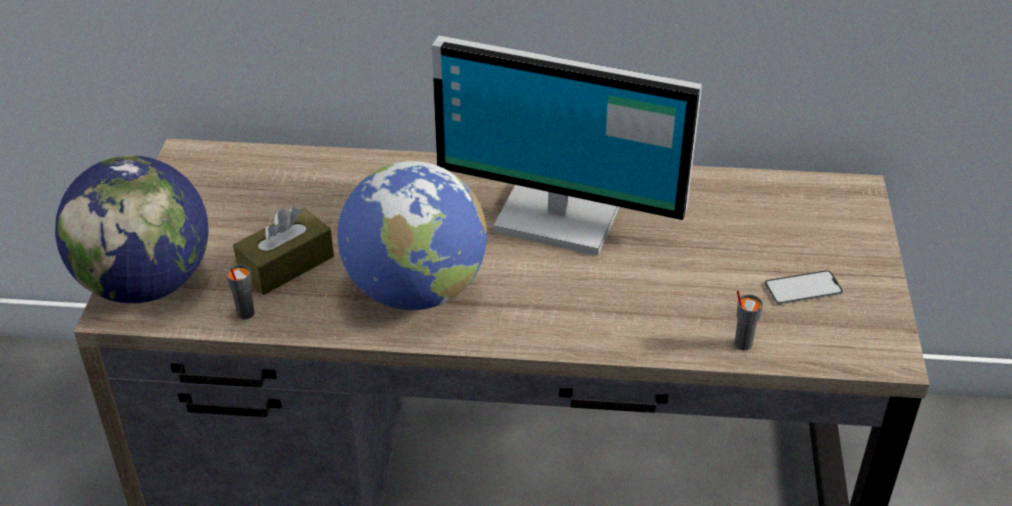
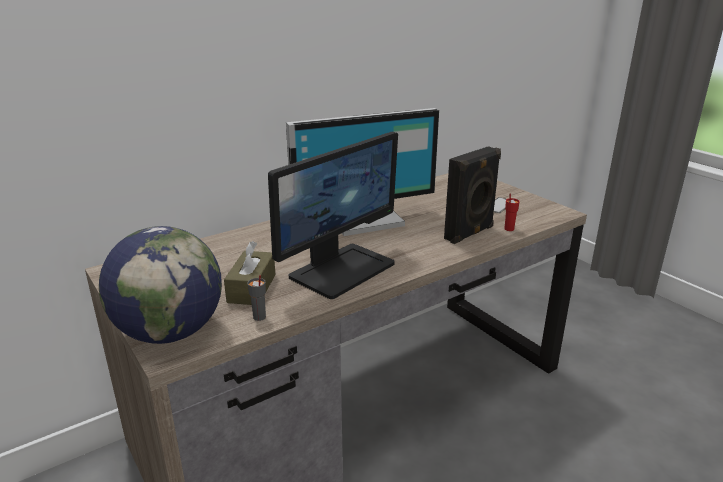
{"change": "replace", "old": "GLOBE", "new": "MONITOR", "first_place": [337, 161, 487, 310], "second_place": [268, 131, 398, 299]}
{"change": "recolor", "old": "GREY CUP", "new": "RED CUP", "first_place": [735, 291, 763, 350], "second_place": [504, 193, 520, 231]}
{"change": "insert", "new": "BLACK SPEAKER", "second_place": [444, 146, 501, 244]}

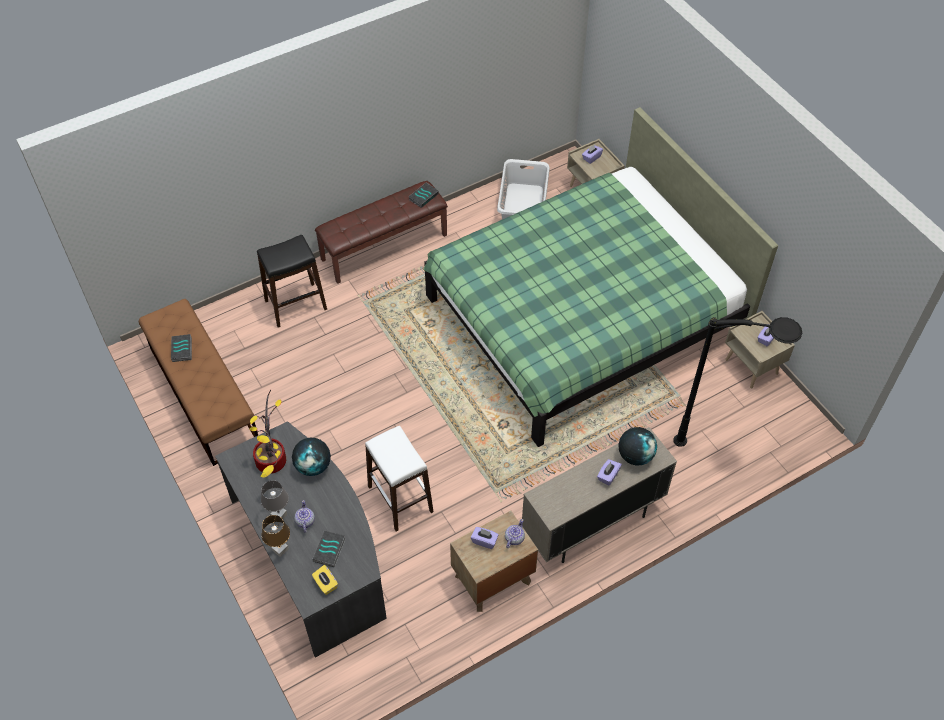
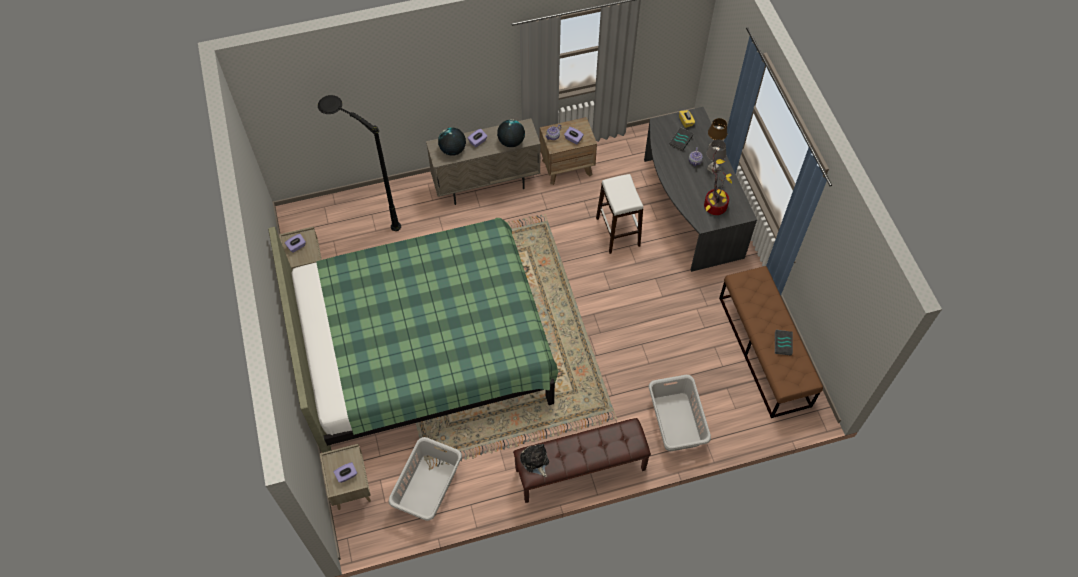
{"change": "replace", "old": "BOOK", "new": "PLUSH TOY", "first_place": [408, 182, 439, 208], "second_place": [520, 444, 549, 477]}
{"change": "replace", "old": "BLACK STOOL", "new": "GREY LAUNDRY BASKET", "first_place": [257, 235, 327, 328], "second_place": [649, 375, 711, 451]}
{"change": "move", "old": "GLOBE", "first_place": [292, 438, 331, 476], "second_place": [497, 119, 525, 147]}

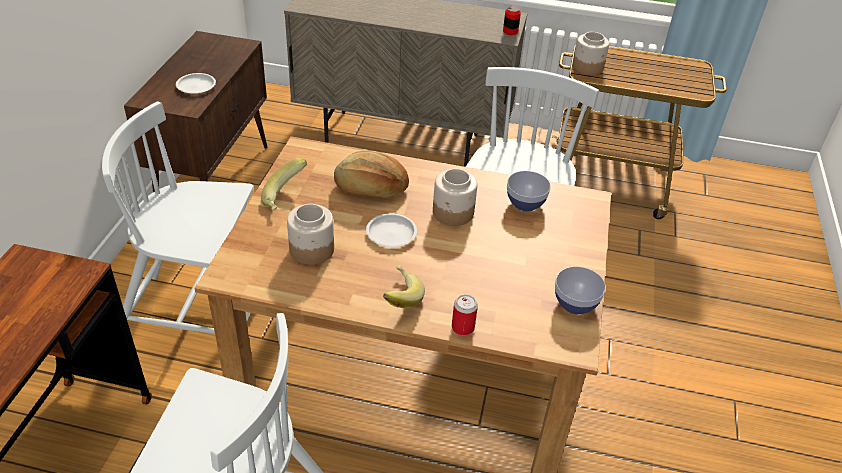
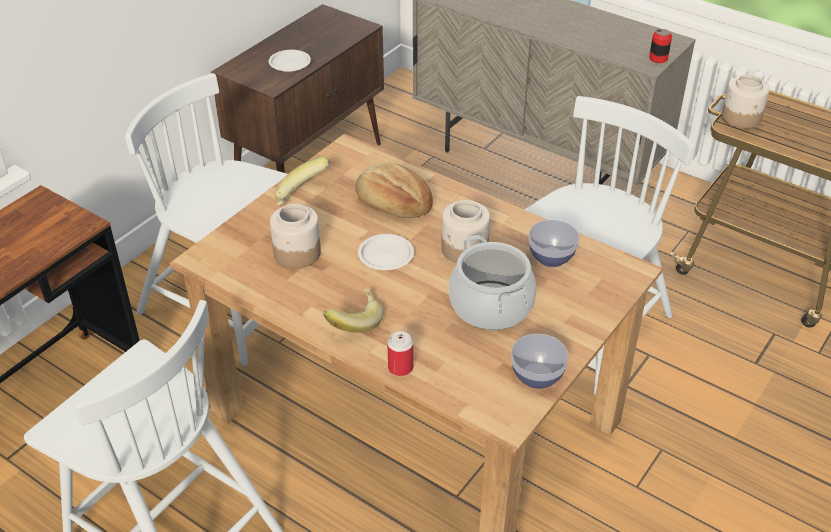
{"change": "insert", "new": "COOKING POT", "second_place": [449, 235, 536, 330]}

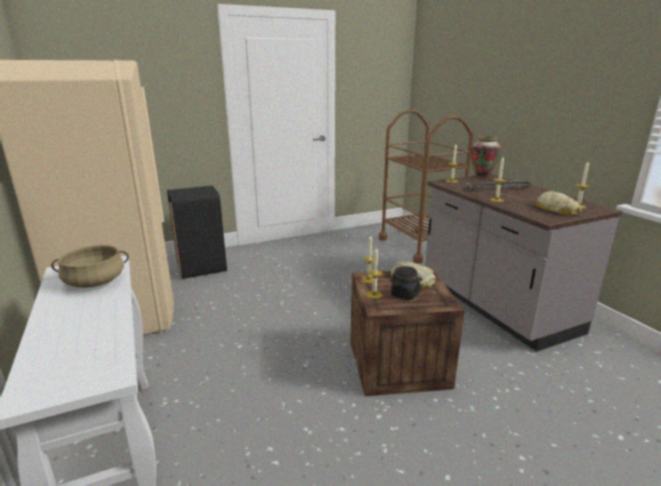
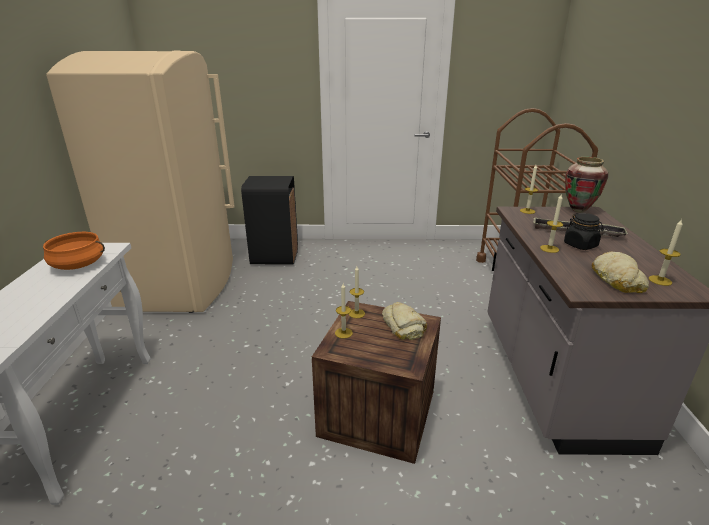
{"change": "recolor", "old": "BEIGE COOKING POT", "new": "ORANGE COOKING POT", "first_place": [51, 245, 129, 288], "second_place": [43, 232, 105, 270]}
{"change": "move", "old": "BLACK JAR", "first_place": [391, 266, 422, 300], "second_place": [564, 213, 604, 250]}

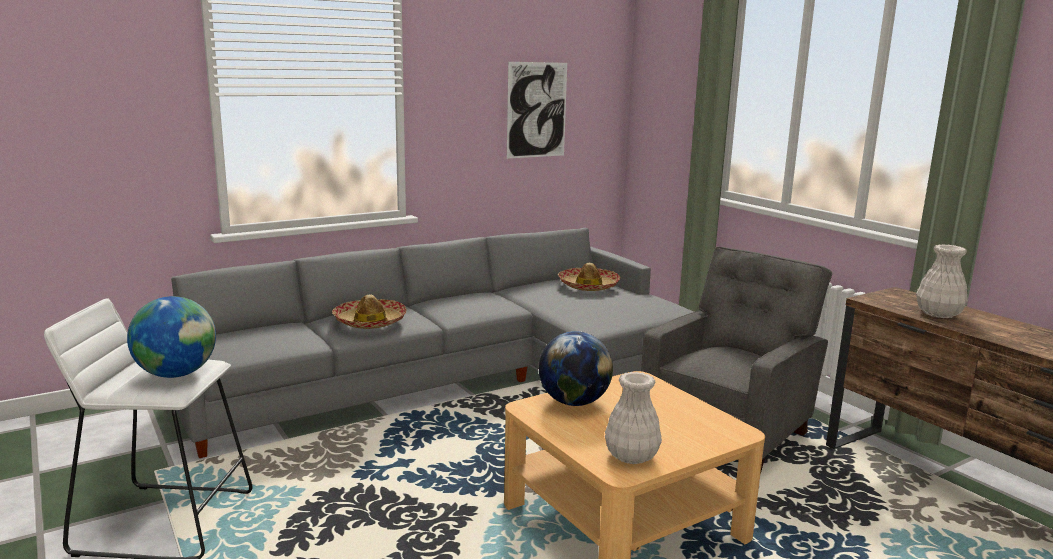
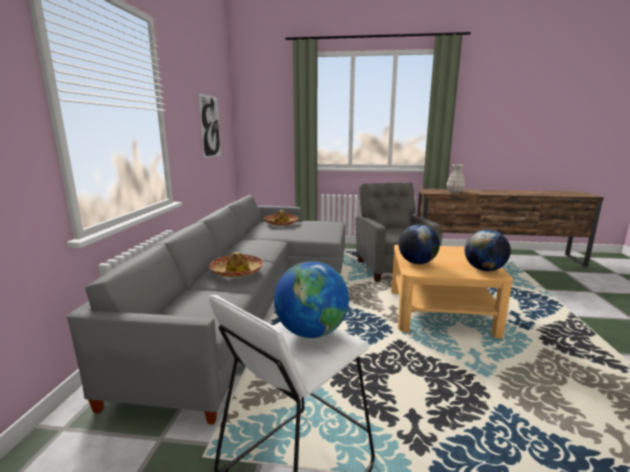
{"change": "replace", "old": "WHITE VASE", "new": "GLOBE", "first_place": [605, 372, 662, 464], "second_place": [465, 229, 511, 271]}

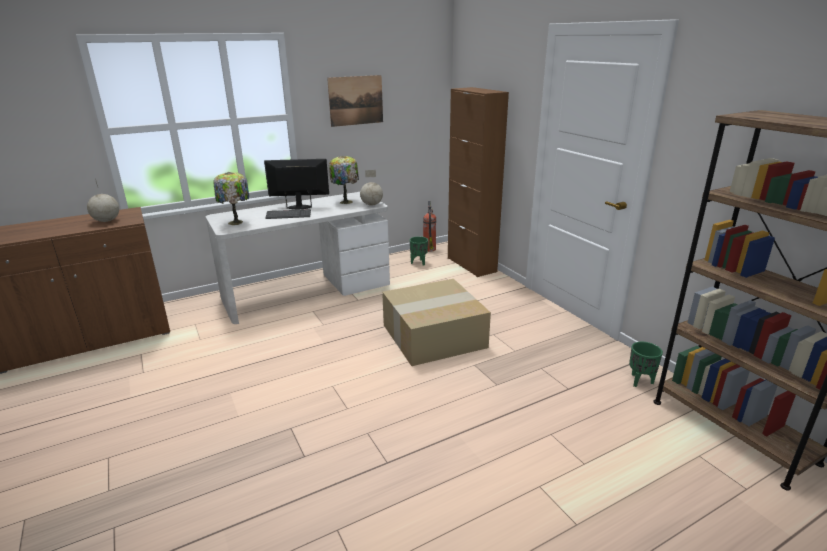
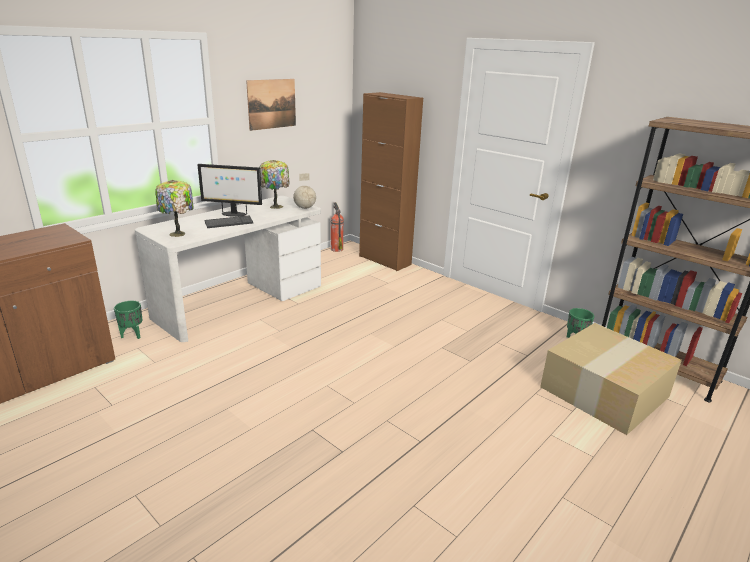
{"change": "rotate", "old": "MONITOR", "first_place": [264, 159, 329, 210], "second_place": [198, 164, 262, 217], "degrees": -150}
{"change": "delete", "old": "GLOBE", "first_place": [87, 179, 119, 222]}
{"change": "move", "old": "GREEN PLANTER", "first_place": [410, 236, 428, 266], "second_place": [114, 301, 142, 339]}
{"change": "move", "old": "CARDBOARD BOX", "first_place": [382, 279, 491, 366], "second_place": [540, 323, 682, 435]}

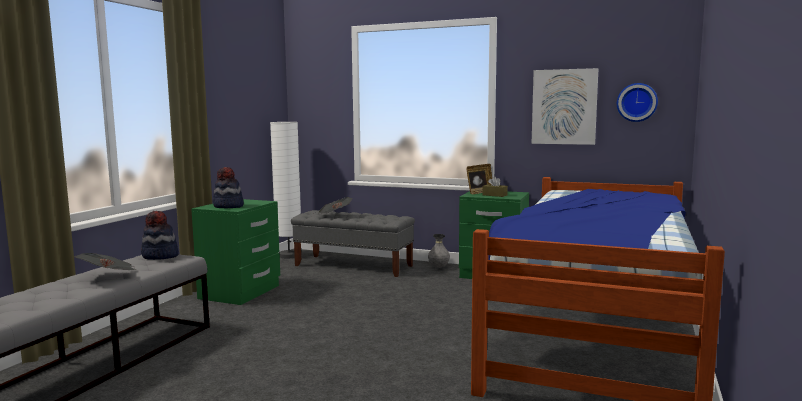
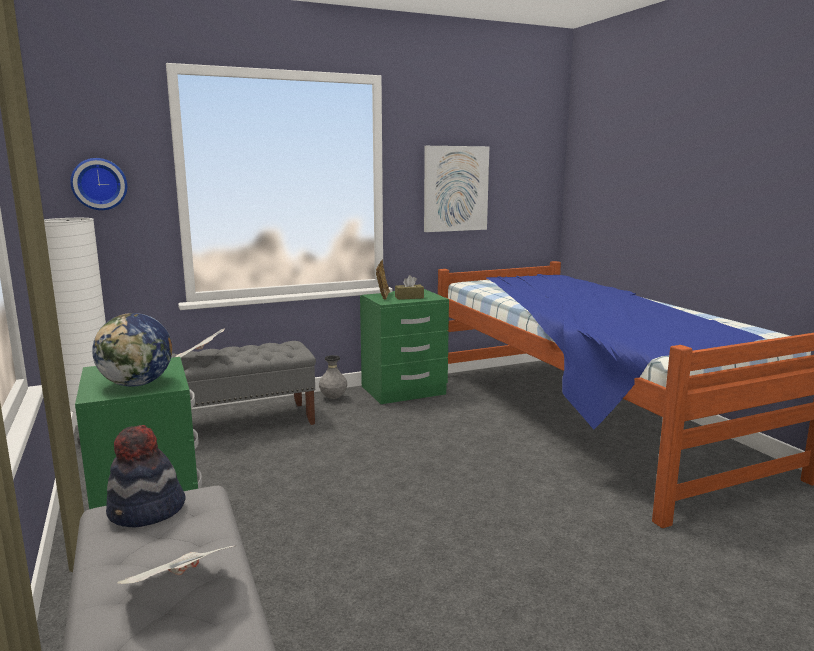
{"change": "move", "old": "WALL CLOCK", "first_place": [617, 83, 658, 122], "second_place": [70, 158, 127, 210]}
{"change": "replace", "old": "HAT", "new": "GLOBE", "first_place": [213, 167, 244, 208], "second_place": [92, 313, 172, 387]}

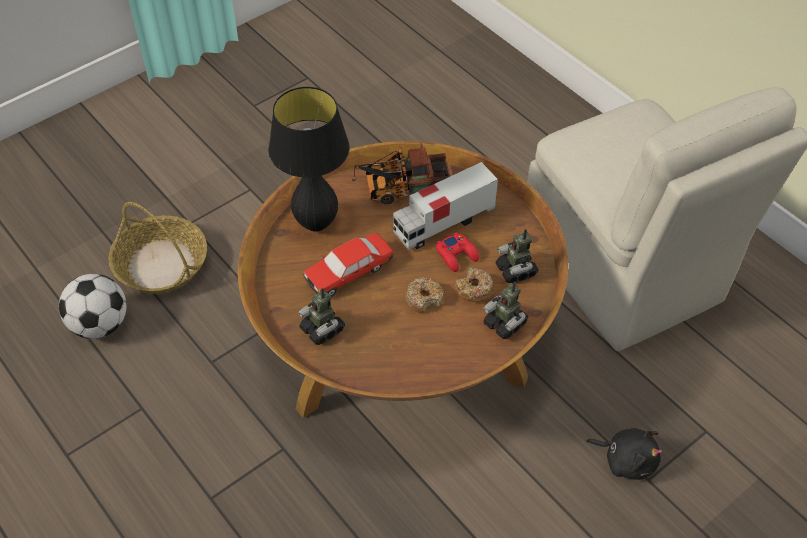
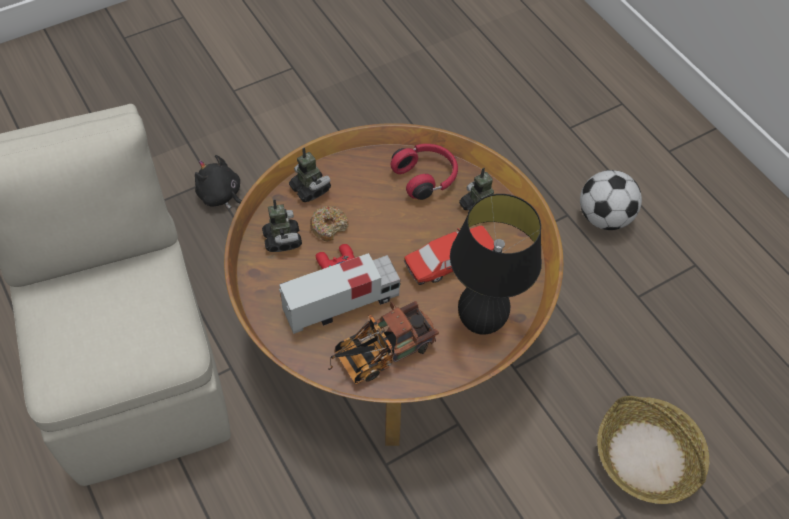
{"change": "rotate", "old": "TOY TRUCK", "first_place": [352, 143, 453, 204], "second_place": [328, 301, 439, 385], "degrees": 150}
{"change": "move", "old": "FOOTBALL", "first_place": [59, 274, 126, 339], "second_place": [580, 170, 642, 230]}
{"change": "delete", "old": "DONUT", "first_place": [405, 277, 444, 313]}
{"change": "insert", "new": "RED HEADPHONES", "second_place": [391, 144, 458, 200]}

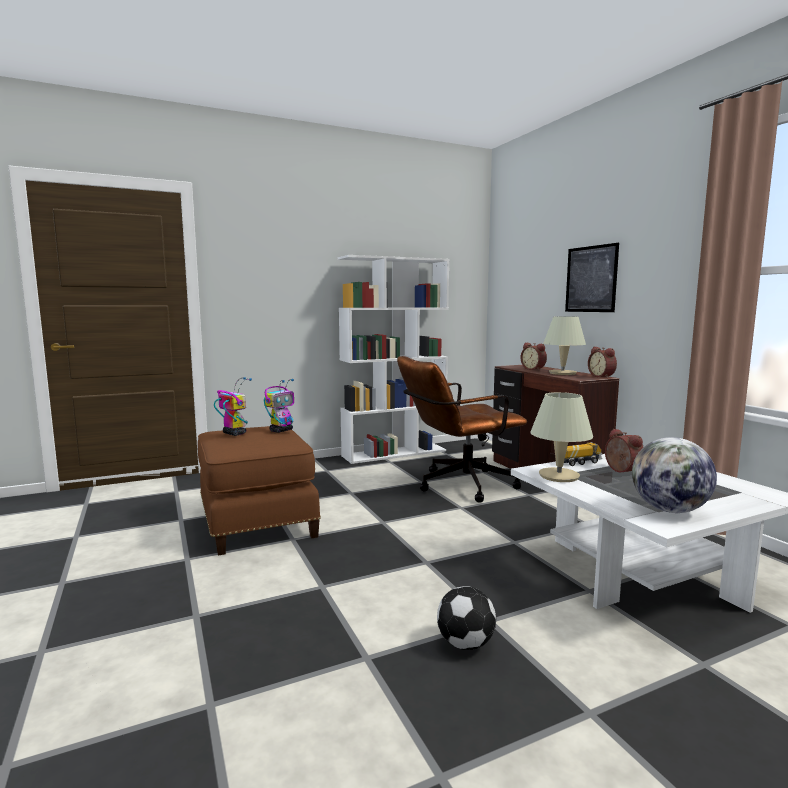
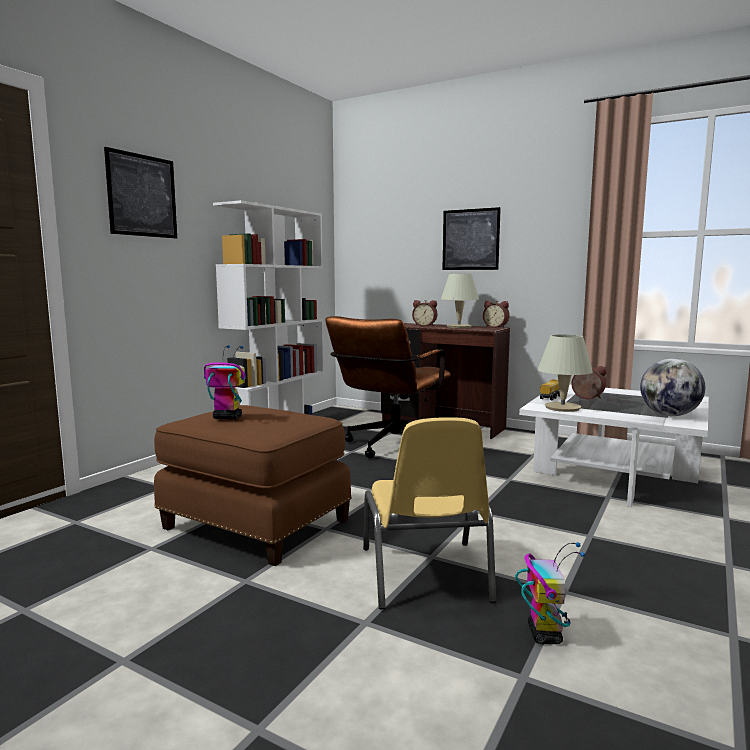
{"change": "move", "old": "TOY ROBOT", "first_place": [264, 379, 294, 433], "second_place": [515, 542, 585, 644]}
{"change": "delete", "old": "FOOTBALL", "first_place": [437, 586, 496, 650]}
{"change": "insert", "new": "PICTURE", "second_place": [104, 147, 177, 238]}
{"change": "insert", "new": "YELLOW CHAIR", "second_place": [363, 417, 496, 610]}

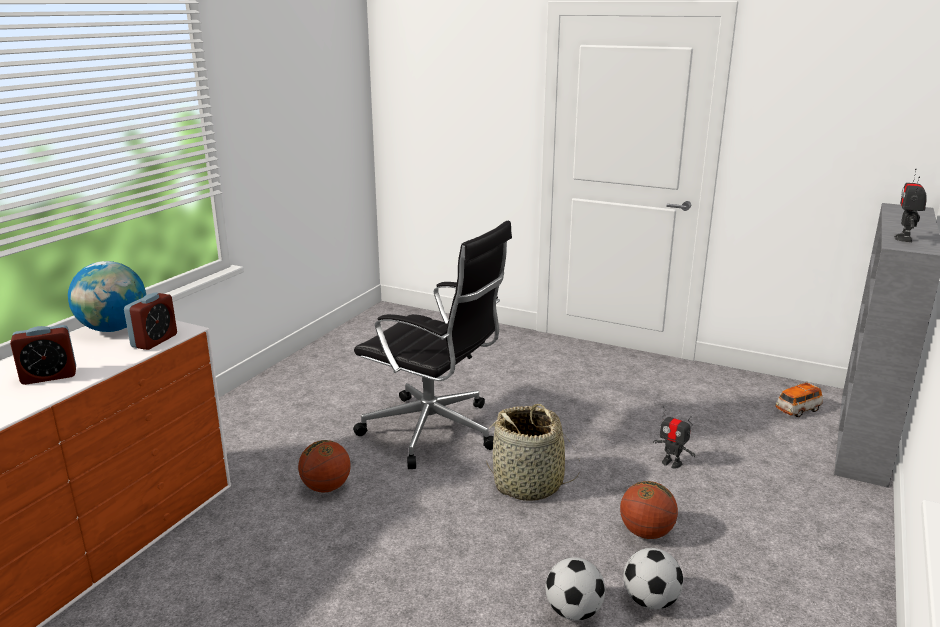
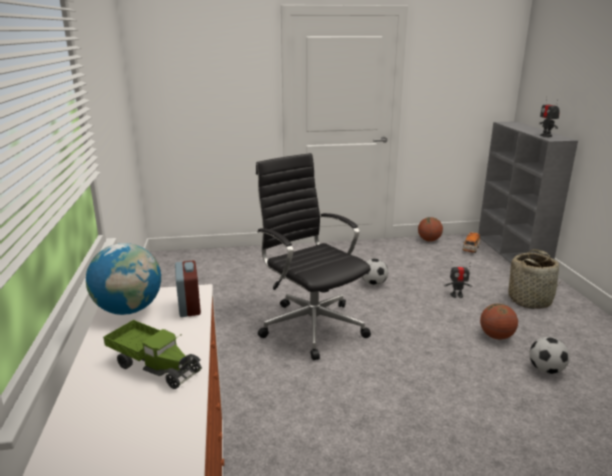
{"change": "rotate", "old": "BLACK OFFICE CHAIR", "first_place": [353, 221, 512, 469], "second_place": [256, 153, 371, 360], "degrees": -120}
{"change": "replace", "old": "ALARM CLOCK", "new": "TOY TRUCK", "first_place": [10, 325, 76, 385], "second_place": [103, 320, 202, 389]}
{"change": "move", "old": "BASKET", "first_place": [486, 404, 580, 501], "second_place": [508, 249, 561, 309]}
{"change": "move", "old": "BASKETBALL", "first_place": [298, 440, 351, 492], "second_place": [418, 217, 443, 241]}
{"change": "move", "old": "FOOTBALL", "first_place": [545, 557, 605, 621], "second_place": [362, 258, 388, 286]}

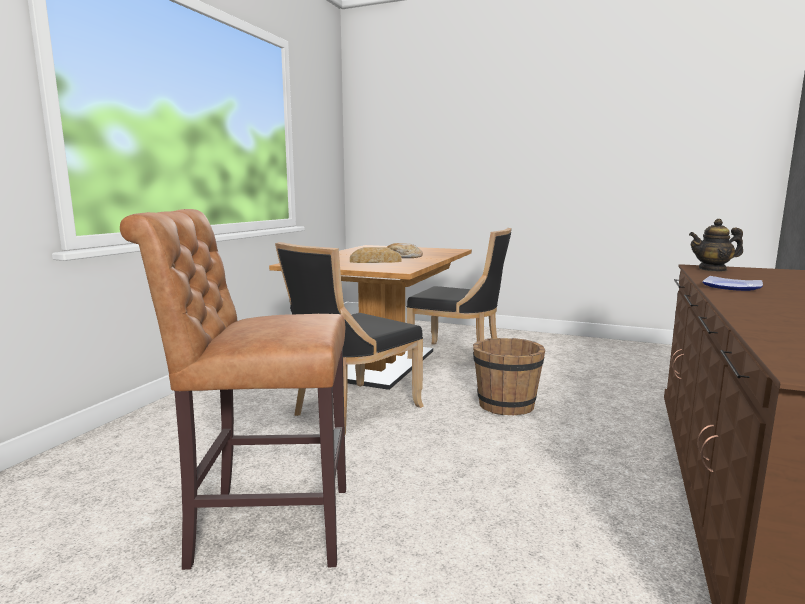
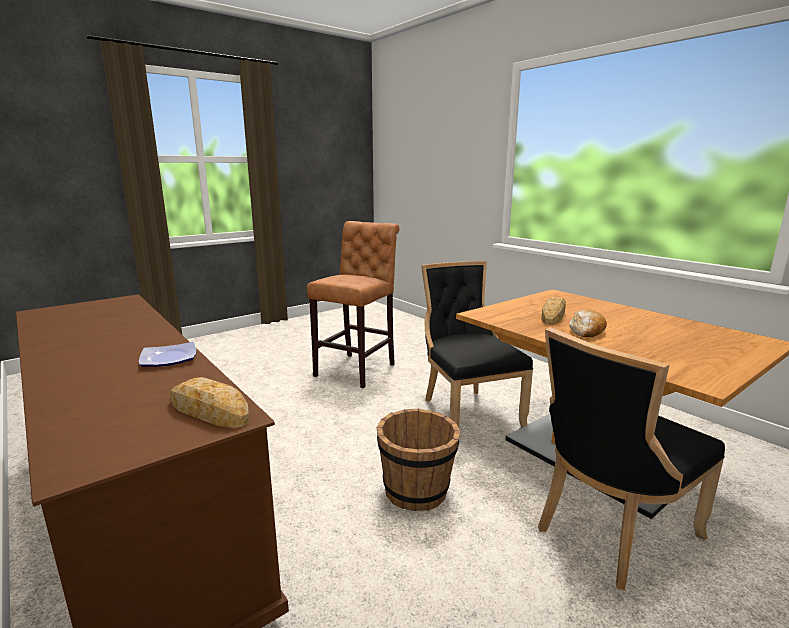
{"change": "replace", "old": "TEAPOT", "new": "BREAD", "first_place": [689, 219, 743, 272], "second_place": [170, 377, 250, 428]}

